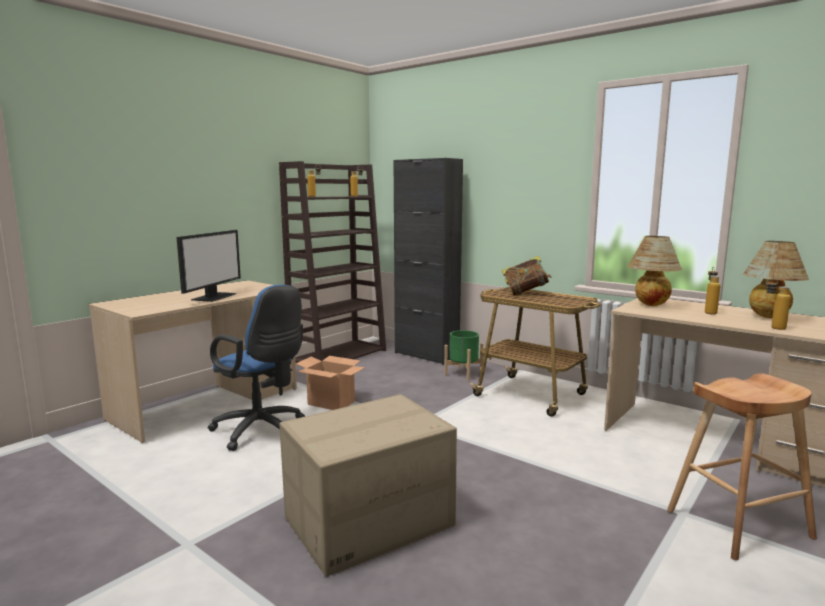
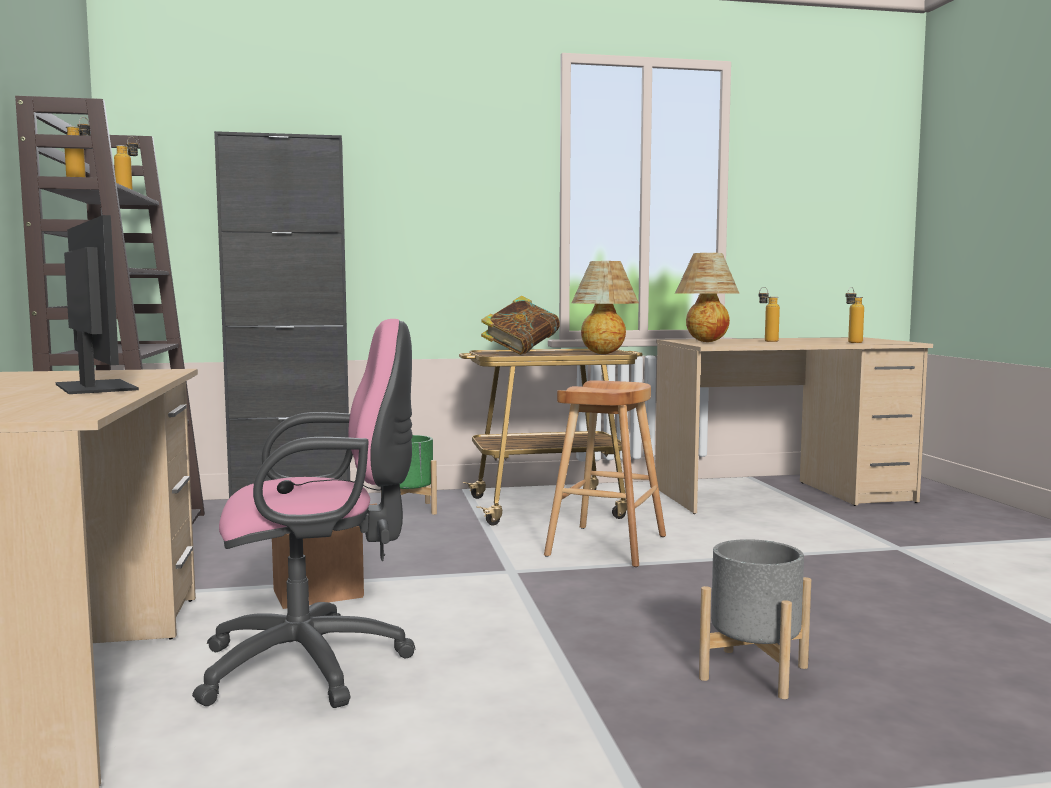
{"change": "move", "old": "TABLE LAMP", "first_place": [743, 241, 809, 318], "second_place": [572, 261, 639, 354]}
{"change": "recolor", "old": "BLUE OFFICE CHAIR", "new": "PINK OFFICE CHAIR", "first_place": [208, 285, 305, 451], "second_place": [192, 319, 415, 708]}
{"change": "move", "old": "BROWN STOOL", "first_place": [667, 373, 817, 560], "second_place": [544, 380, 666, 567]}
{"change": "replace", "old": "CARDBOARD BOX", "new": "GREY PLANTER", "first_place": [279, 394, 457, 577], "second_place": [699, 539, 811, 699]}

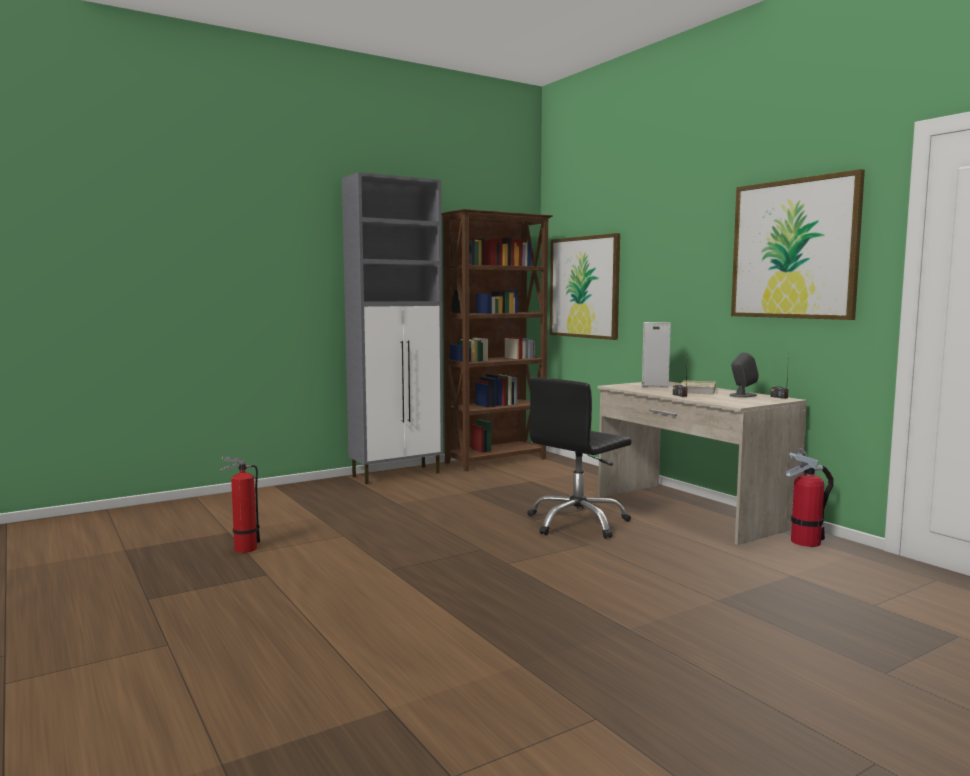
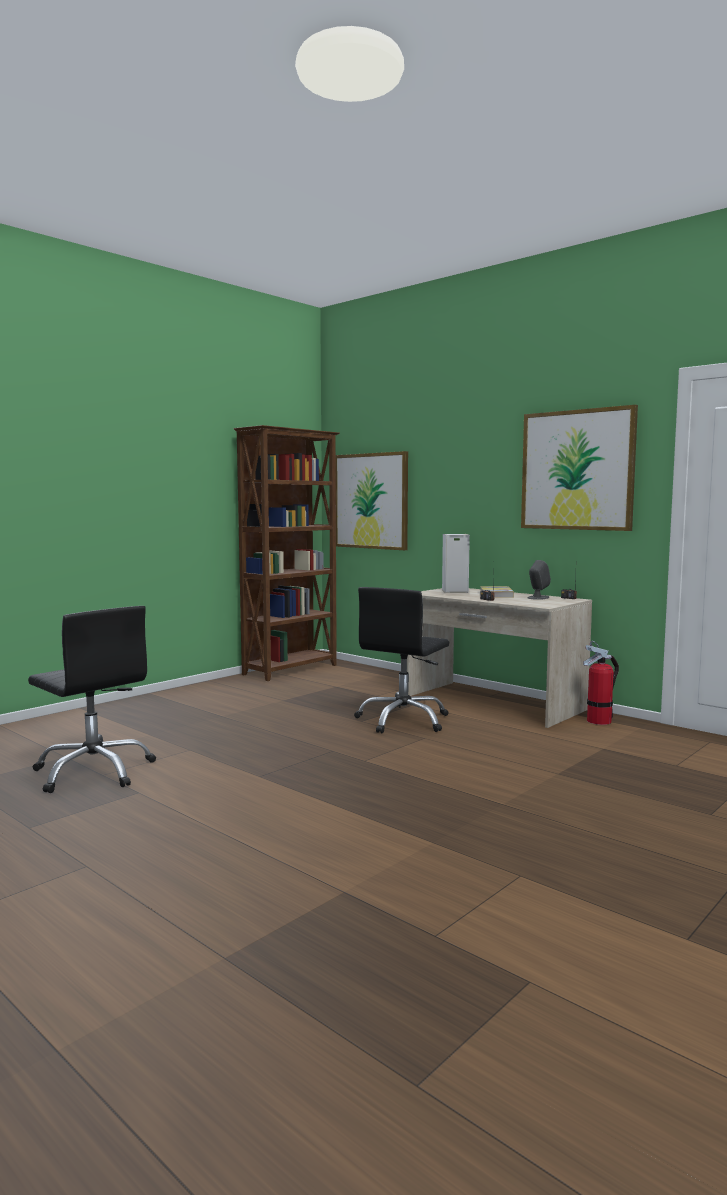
{"change": "delete", "old": "GREY CABINET", "first_place": [342, 172, 443, 484]}
{"change": "replace", "old": "FIRE EXTINGUISHER", "new": "BLACK OFFICE CHAIR", "first_place": [220, 457, 260, 553], "second_place": [28, 606, 156, 793]}

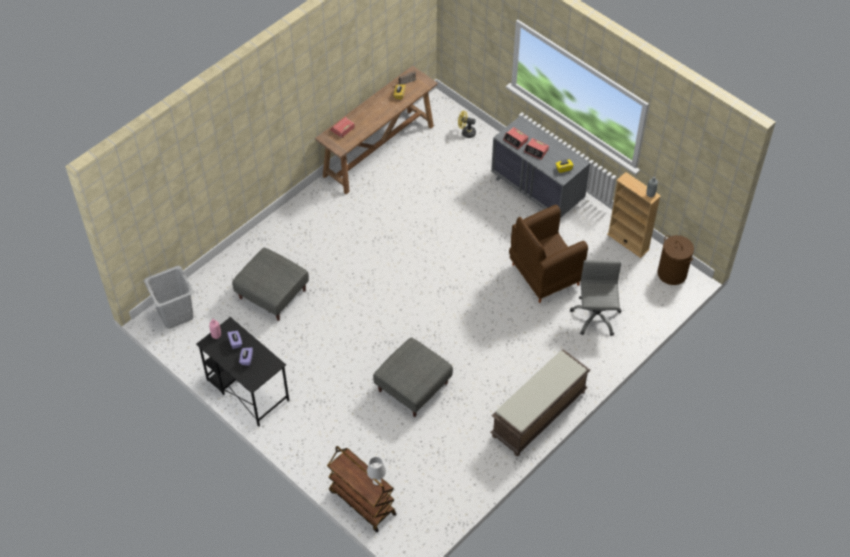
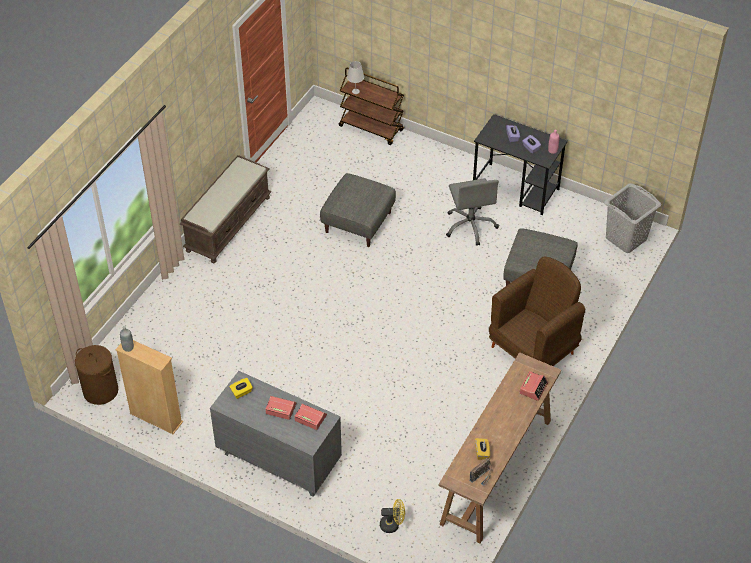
{"change": "move", "old": "BROWN ARMCHAIR", "first_place": [509, 205, 588, 303], "second_place": [489, 256, 585, 366]}
{"change": "move", "old": "GREY OFFICE CHAIR", "first_place": [570, 260, 622, 336], "second_place": [446, 178, 499, 246]}

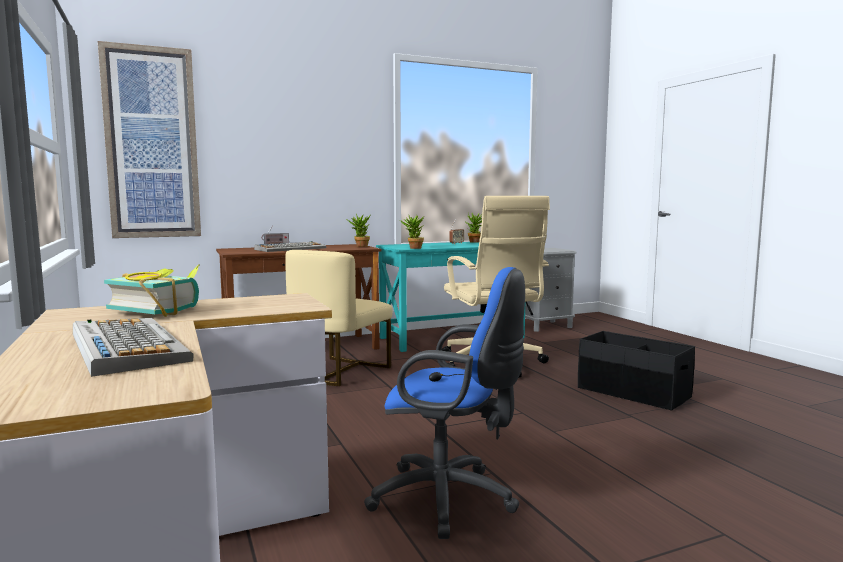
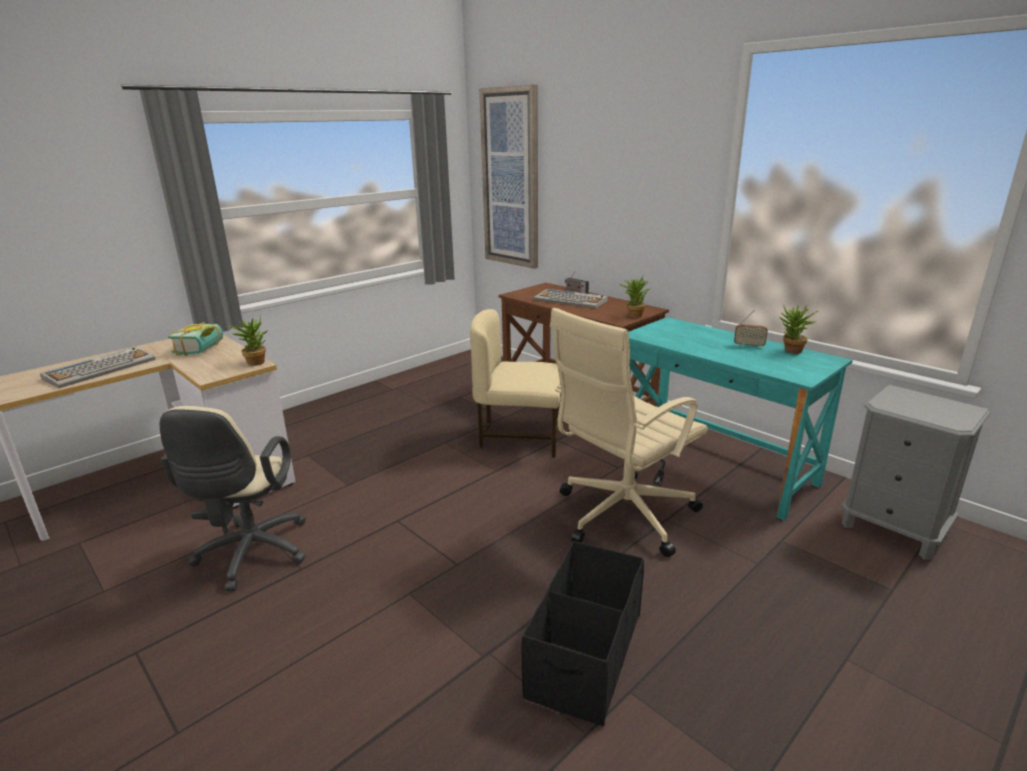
{"change": "move", "old": "POTTED PLANT", "first_place": [400, 214, 425, 249], "second_place": [229, 314, 268, 366]}
{"change": "recolor", "old": "BLUE OFFICE CHAIR", "new": "BEIGE OFFICE CHAIR", "first_place": [364, 267, 525, 539], "second_place": [160, 406, 306, 591]}

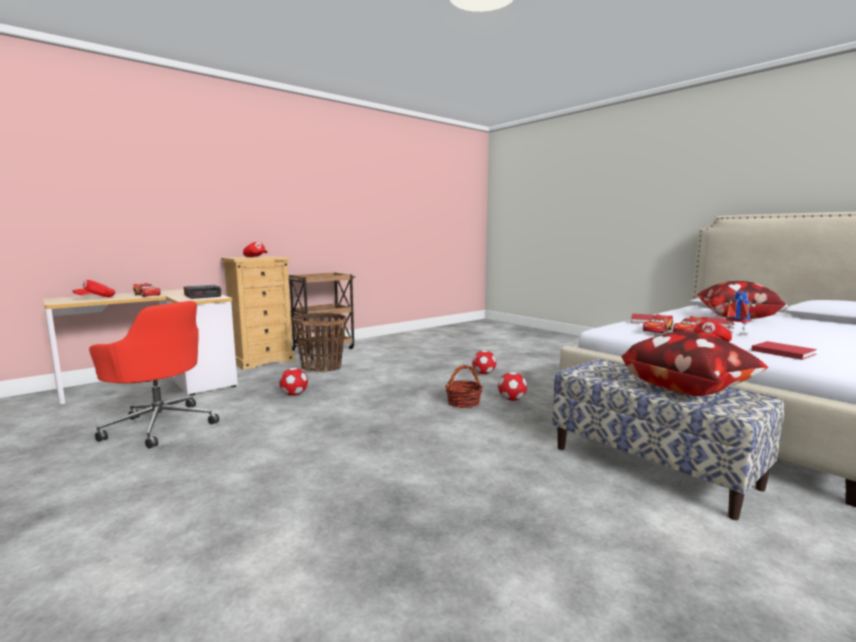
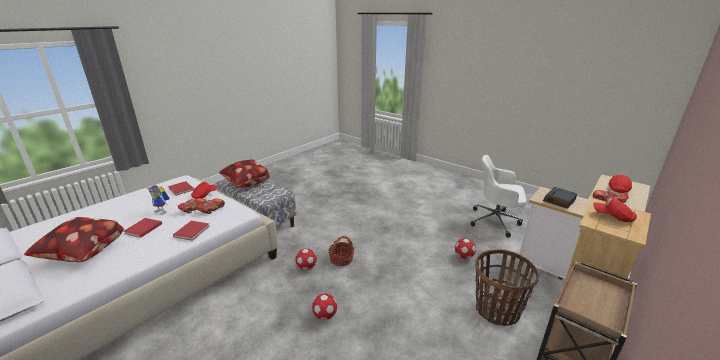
{"change": "recolor", "old": "RED OFFICE CHAIR", "new": "WHITE OFFICE CHAIR", "first_place": [89, 301, 219, 449], "second_place": [471, 155, 526, 238]}

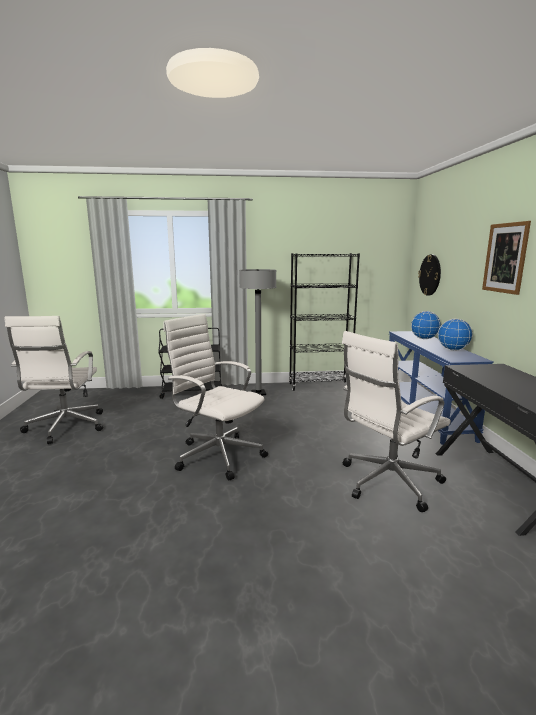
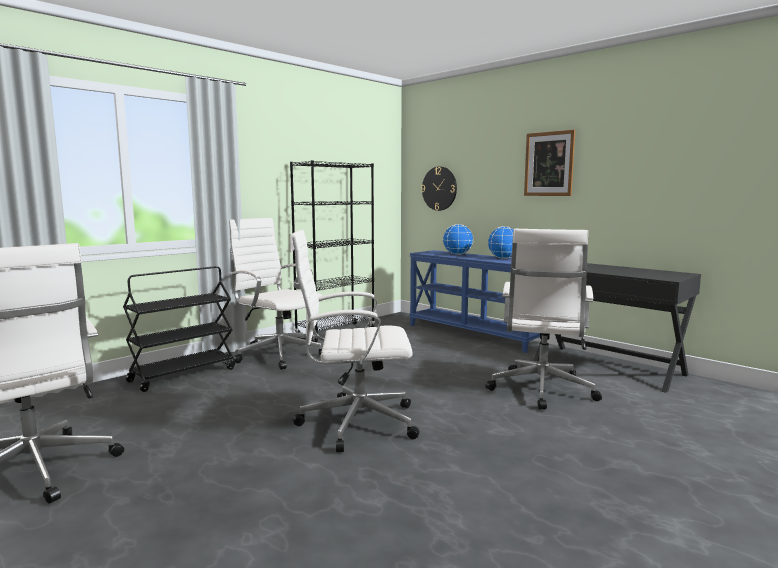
{"change": "replace", "old": "GREY FLOOR LAMP", "new": "WHITE OFFICE CHAIR", "first_place": [239, 269, 276, 395], "second_place": [229, 218, 322, 370]}

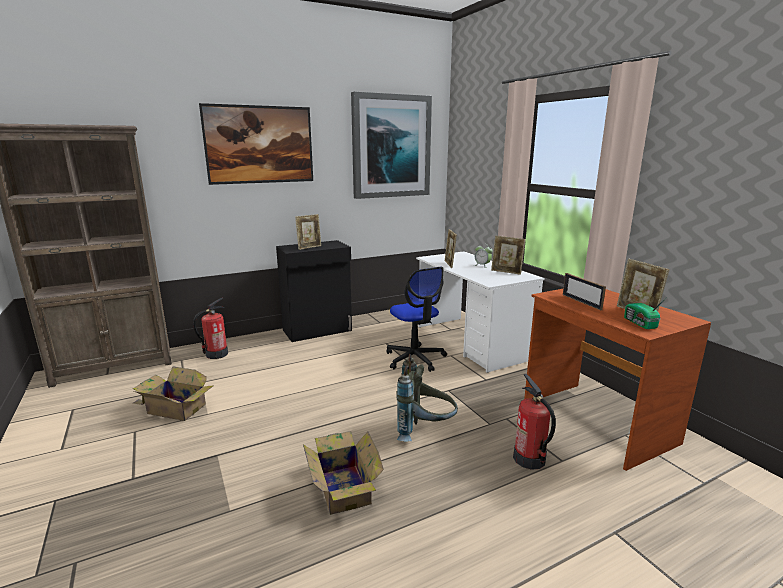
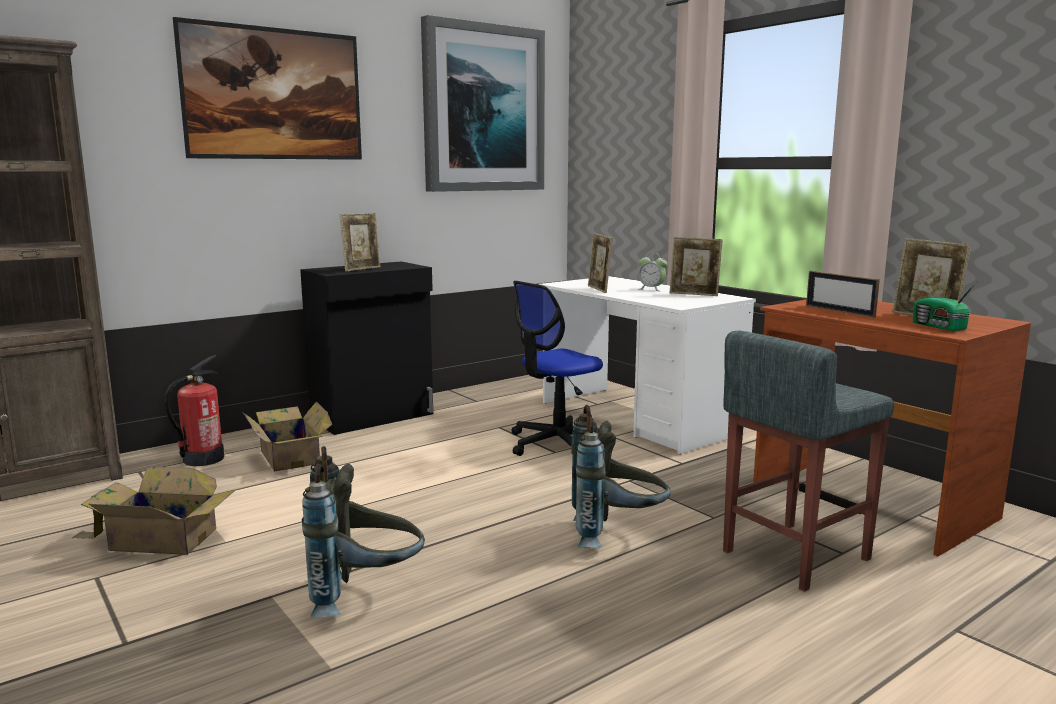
{"change": "rotate", "old": "OFFICE CHAIR", "first_place": [386, 267, 447, 372], "second_place": [511, 281, 603, 456], "degrees": 90}
{"change": "replace", "old": "FIRE EXTINGUISHER", "new": "GREY STOOL", "first_place": [513, 374, 556, 470], "second_place": [723, 330, 894, 592]}
{"change": "move", "old": "CARDBOARD BOX", "first_place": [303, 431, 384, 515], "second_place": [242, 401, 332, 471]}
{"change": "insert", "new": "GREY BACKPACK", "second_place": [302, 446, 425, 618]}

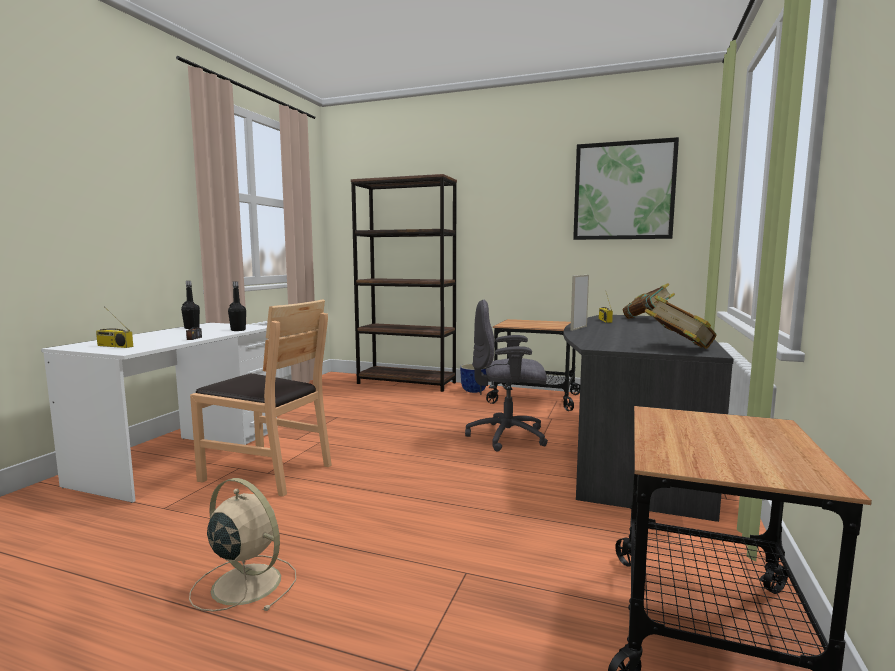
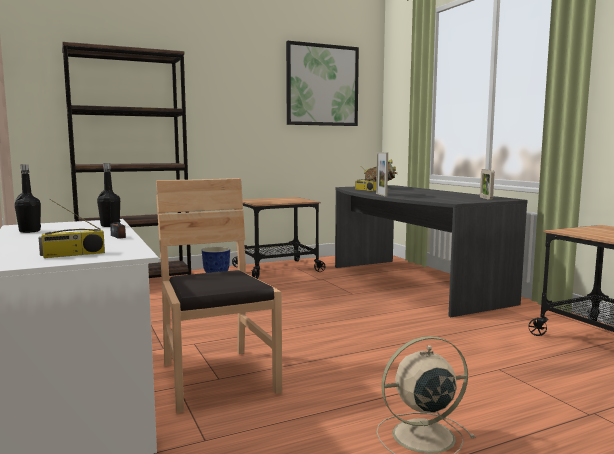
{"change": "replace", "old": "BOOK", "new": "PICTURE FRAME", "first_place": [645, 295, 717, 349], "second_place": [480, 170, 494, 200]}
{"change": "rotate", "old": "BROWN CHAIR", "first_place": [190, 299, 332, 497], "second_place": [156, 178, 282, 413], "degrees": -90}
{"change": "delete", "old": "GREY OFFICE CHAIR", "first_place": [465, 299, 548, 452]}

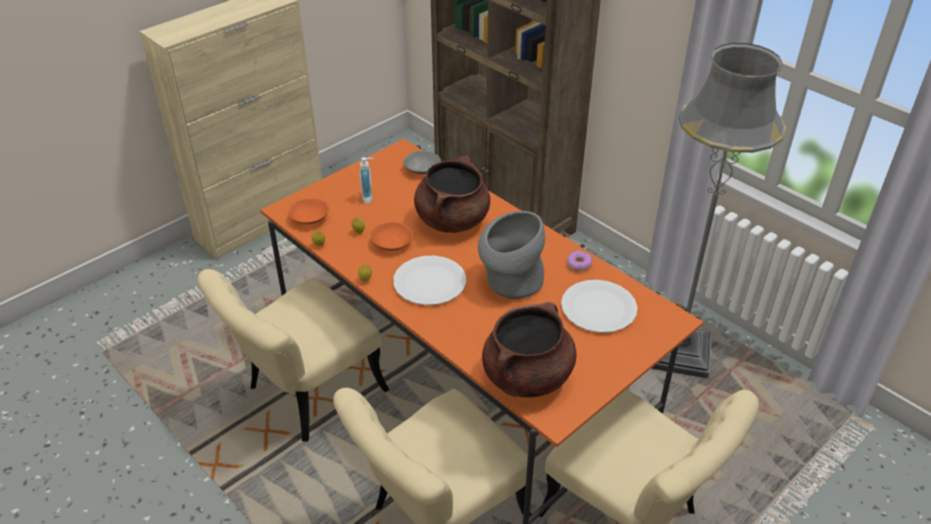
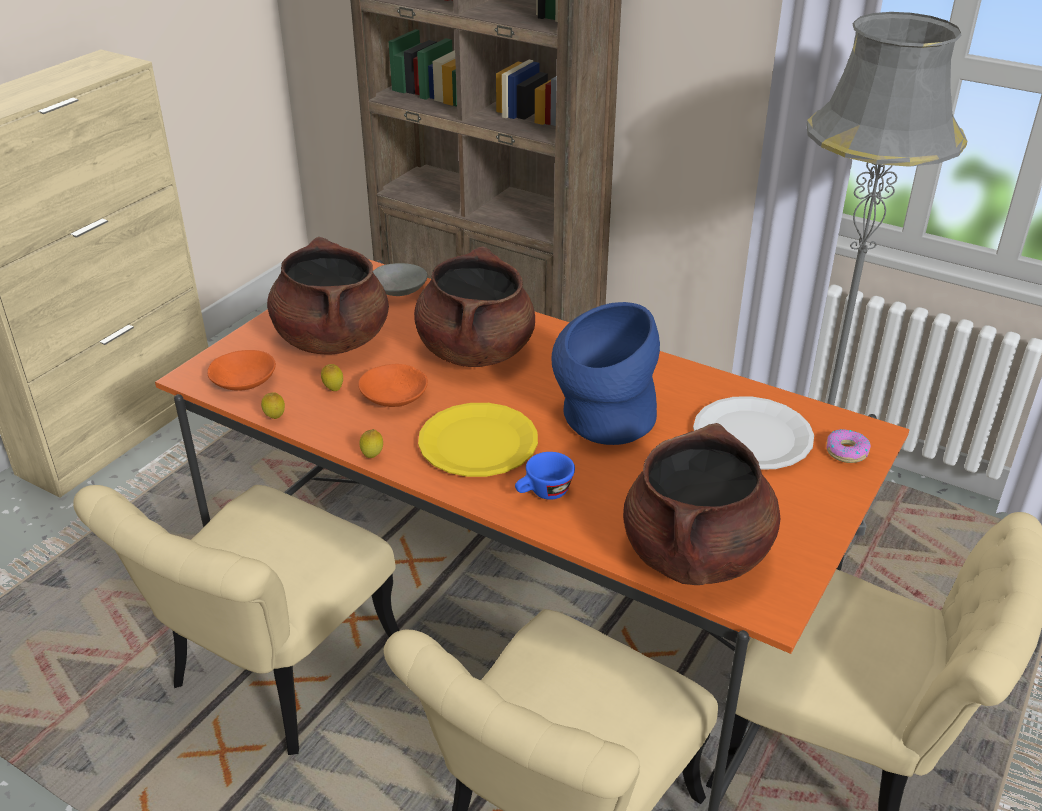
{"change": "replace", "old": "SOAP DISPENSER", "new": "BROWN COOKING POT", "first_place": [360, 157, 374, 204], "second_place": [267, 237, 389, 355]}
{"change": "recolor", "old": "GREY VASE", "new": "BLUE VASE", "first_place": [478, 211, 545, 299], "second_place": [551, 302, 660, 445]}
{"change": "move", "old": "DONUT", "first_place": [567, 251, 593, 271], "second_place": [826, 429, 871, 463]}
{"change": "recolor", "old": "WHITE PLATE", "new": "YELLOW PLATE", "first_place": [393, 256, 466, 305], "second_place": [418, 403, 538, 477]}
{"change": "insert", "new": "BLUE CUP", "second_place": [515, 452, 575, 500]}

